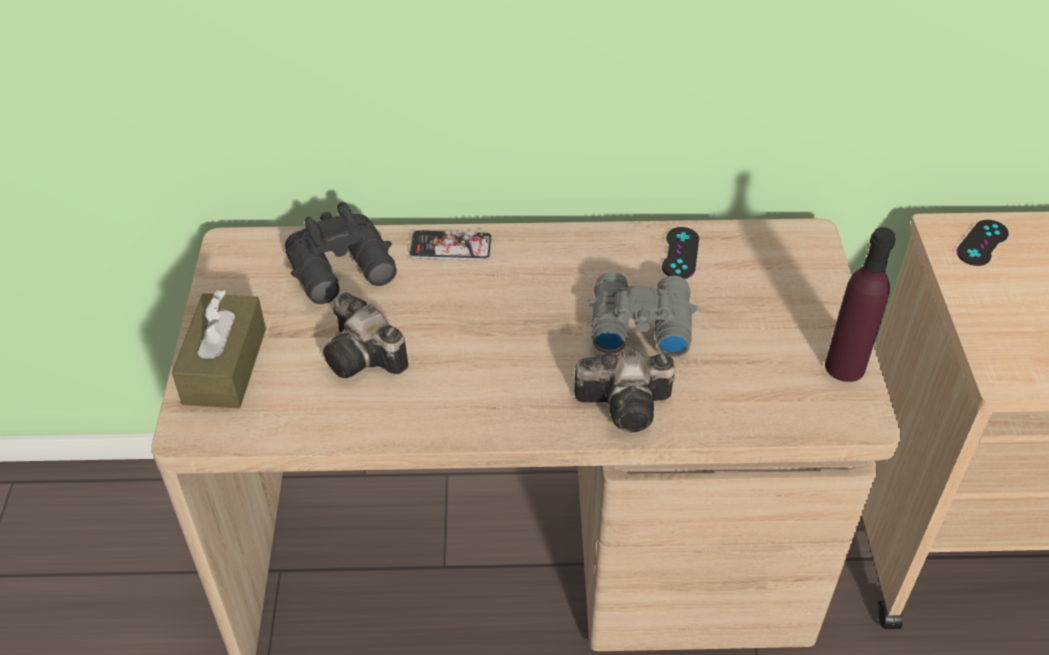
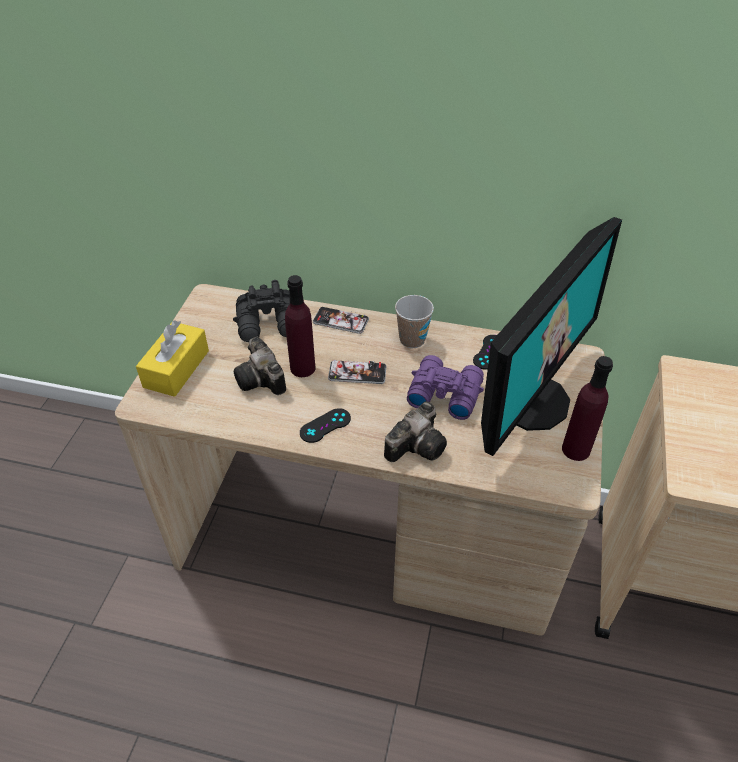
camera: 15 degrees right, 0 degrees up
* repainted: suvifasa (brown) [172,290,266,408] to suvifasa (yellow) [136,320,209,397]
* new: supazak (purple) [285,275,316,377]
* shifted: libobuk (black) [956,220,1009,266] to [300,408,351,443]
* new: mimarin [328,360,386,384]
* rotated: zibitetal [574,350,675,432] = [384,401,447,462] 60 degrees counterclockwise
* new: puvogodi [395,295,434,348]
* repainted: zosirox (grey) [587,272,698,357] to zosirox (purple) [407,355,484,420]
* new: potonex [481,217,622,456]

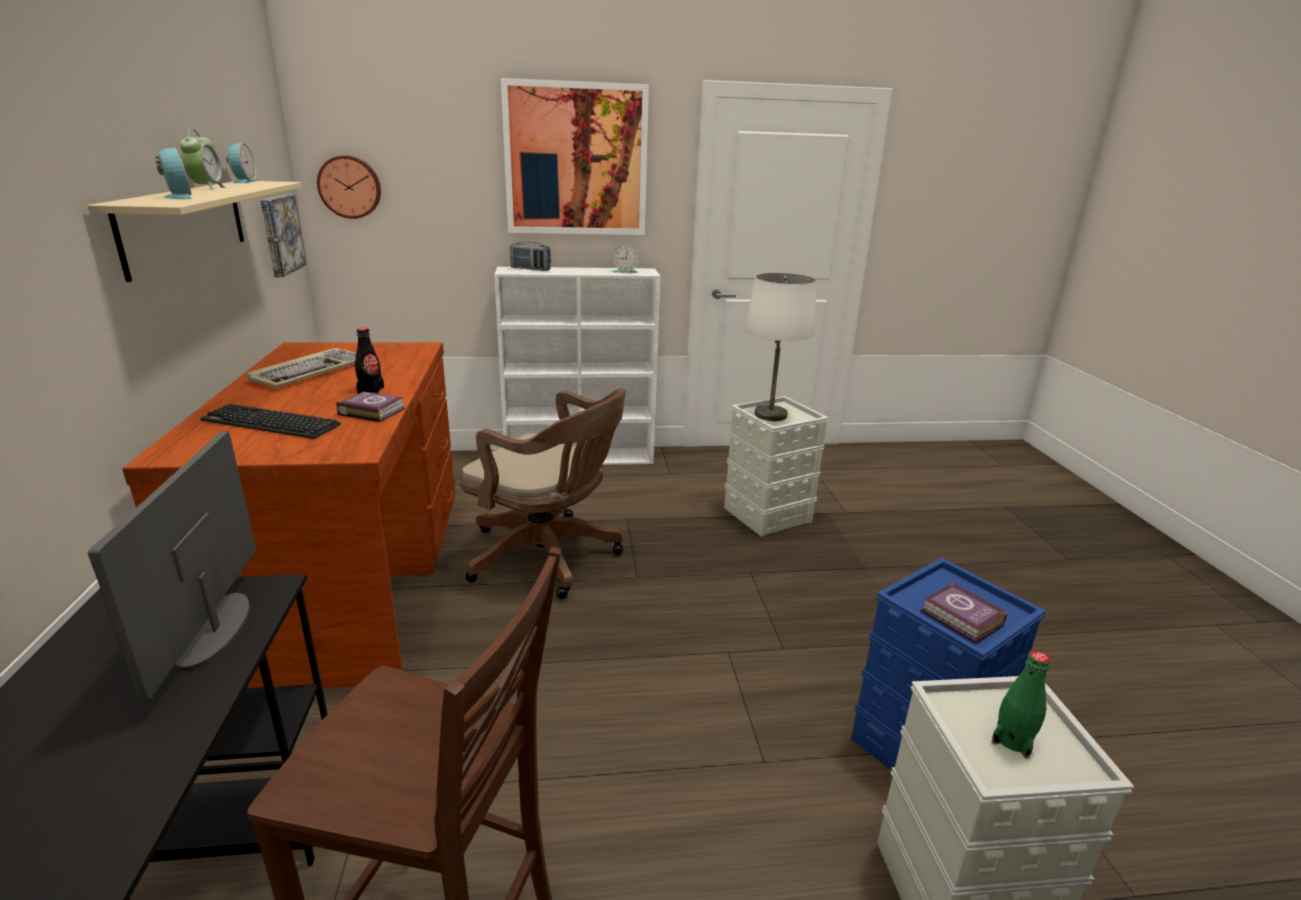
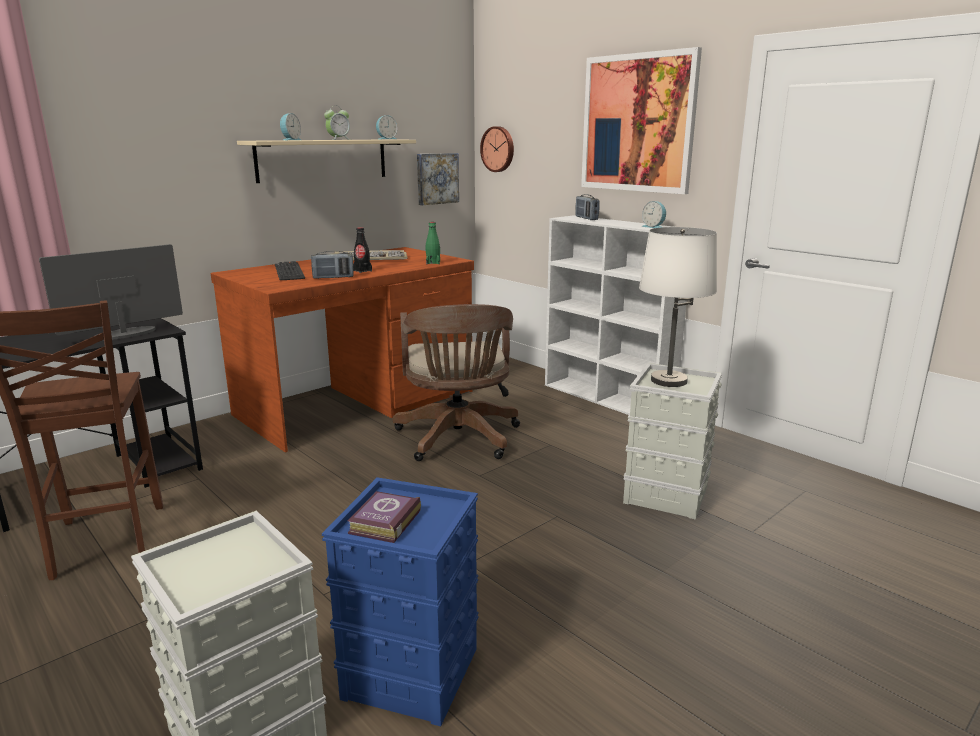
camera: 55 degrees right, 5 degrees down
* swapped: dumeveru [336,392,406,422] to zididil [311,251,354,279]
* shifted: supazak (green) [991,651,1050,759] to [426,222,440,264]

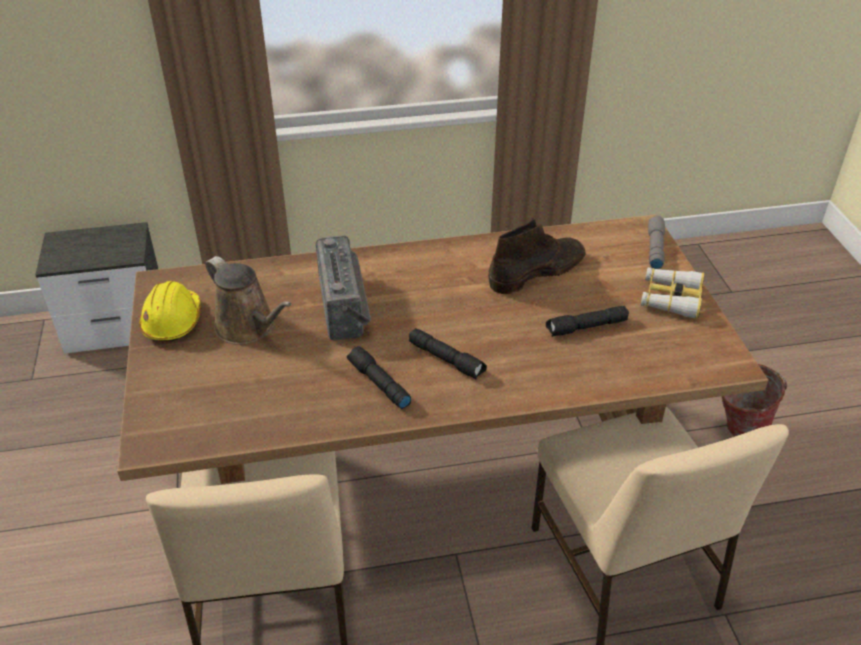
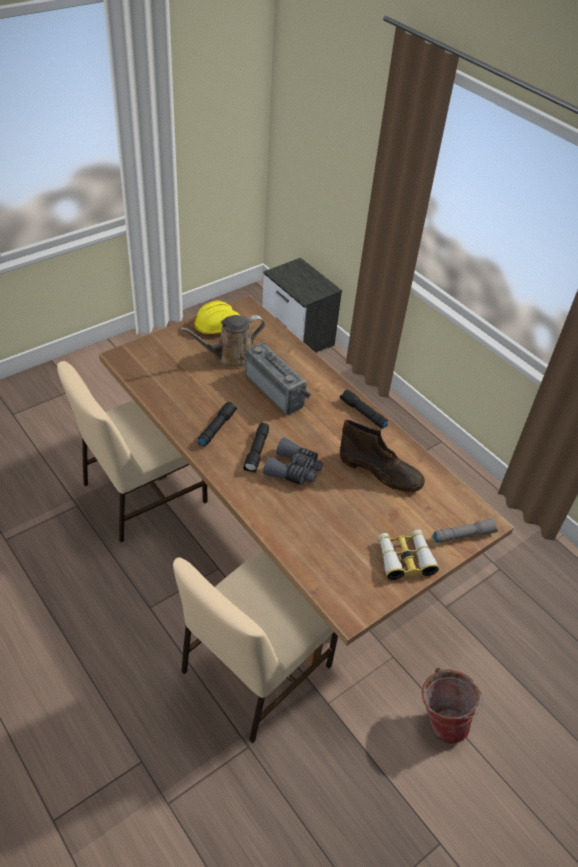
camera: 60 degrees right, 5 degrees up
* rotated: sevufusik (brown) [206,256,292,345] = [180,315,265,367] 45 degrees clockwise
* rotated: zididil [316,235,371,341] = [245,342,311,415] 90 degrees counterclockwise
* new: zosirox (grey) [263,437,323,485]
* shifted: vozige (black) [546,306,629,337] to [340,390,388,429]

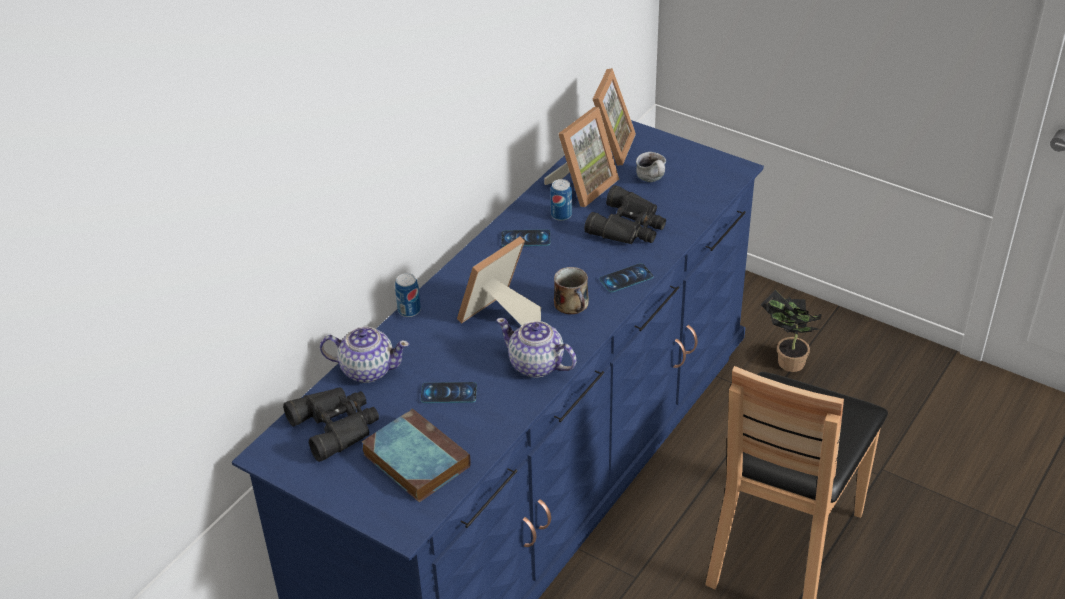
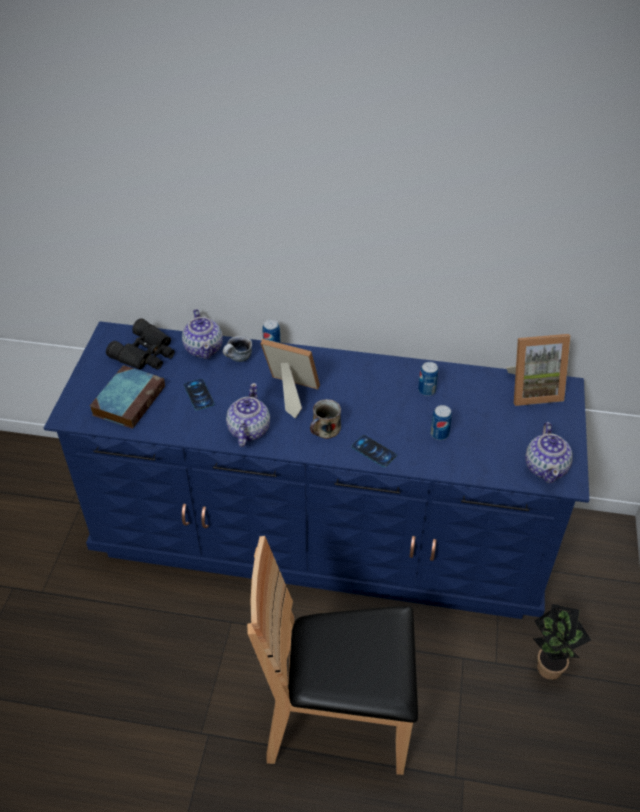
camera: 65 degrees right, 5 degrees up
* shifted: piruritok [636,152,666,182] to [223,336,252,362]
* swapped: zosirox (black) [584,185,666,244] to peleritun [430,405,452,440]
* new: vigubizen [525,422,573,483]
* gone: mimarin [501,229,550,246]
* gone: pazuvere [544,107,619,207]

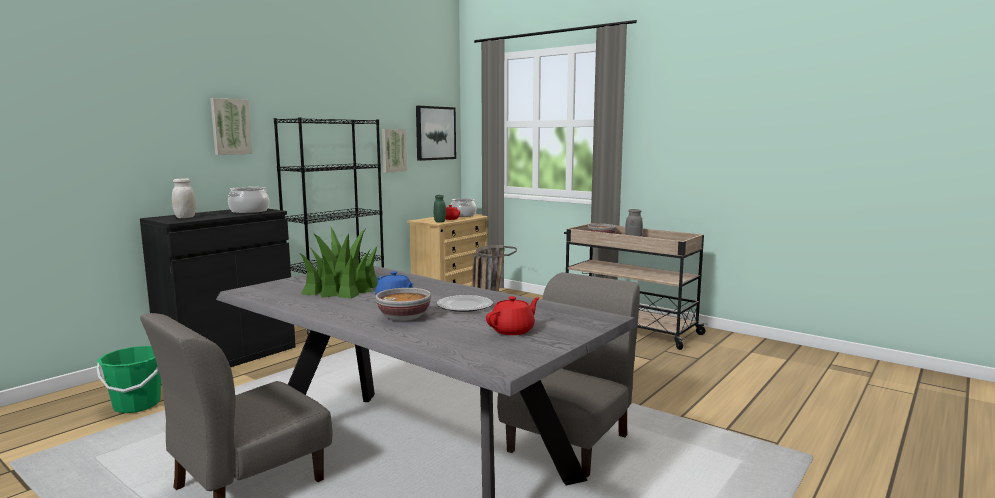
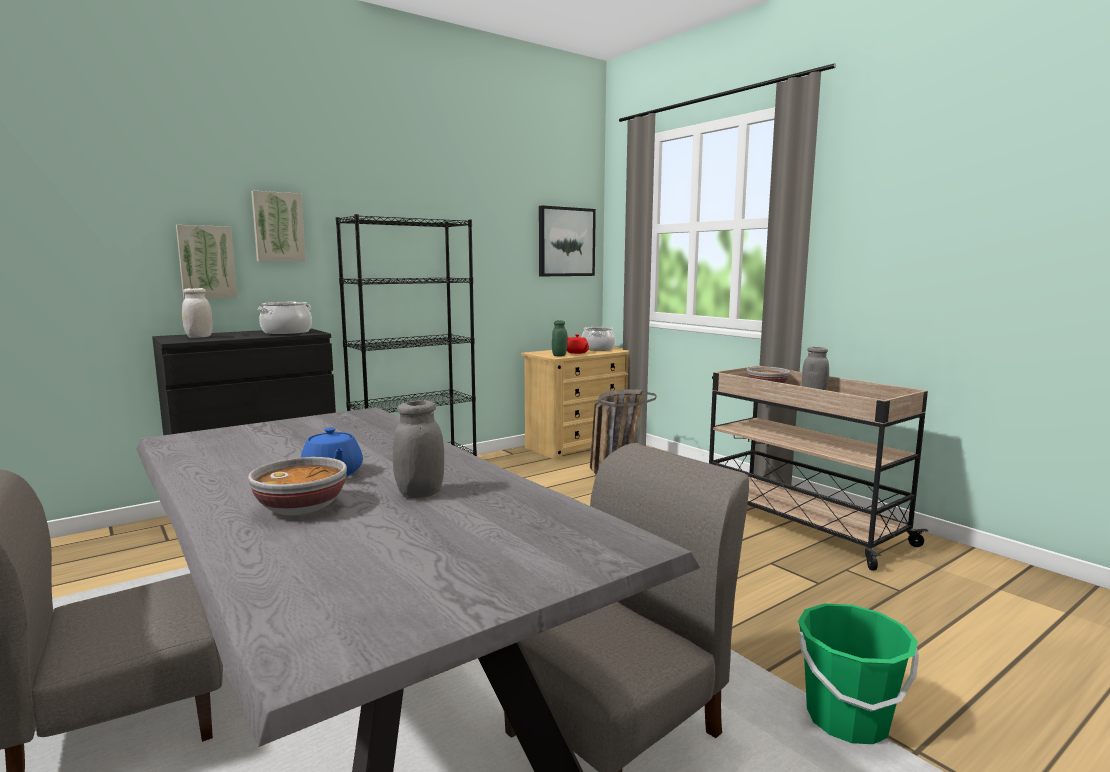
camera: 15 degrees right, 0 degrees up
* shifted: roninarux [382,129,407,173] to [176,225,237,299]
* swapped: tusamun [437,295,493,312] to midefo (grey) [393,400,444,498]
* shifted: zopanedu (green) [96,346,161,413] to [798,604,919,744]
* gone: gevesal [300,226,378,299]
* gone: vigubizen (red) [486,296,540,335]

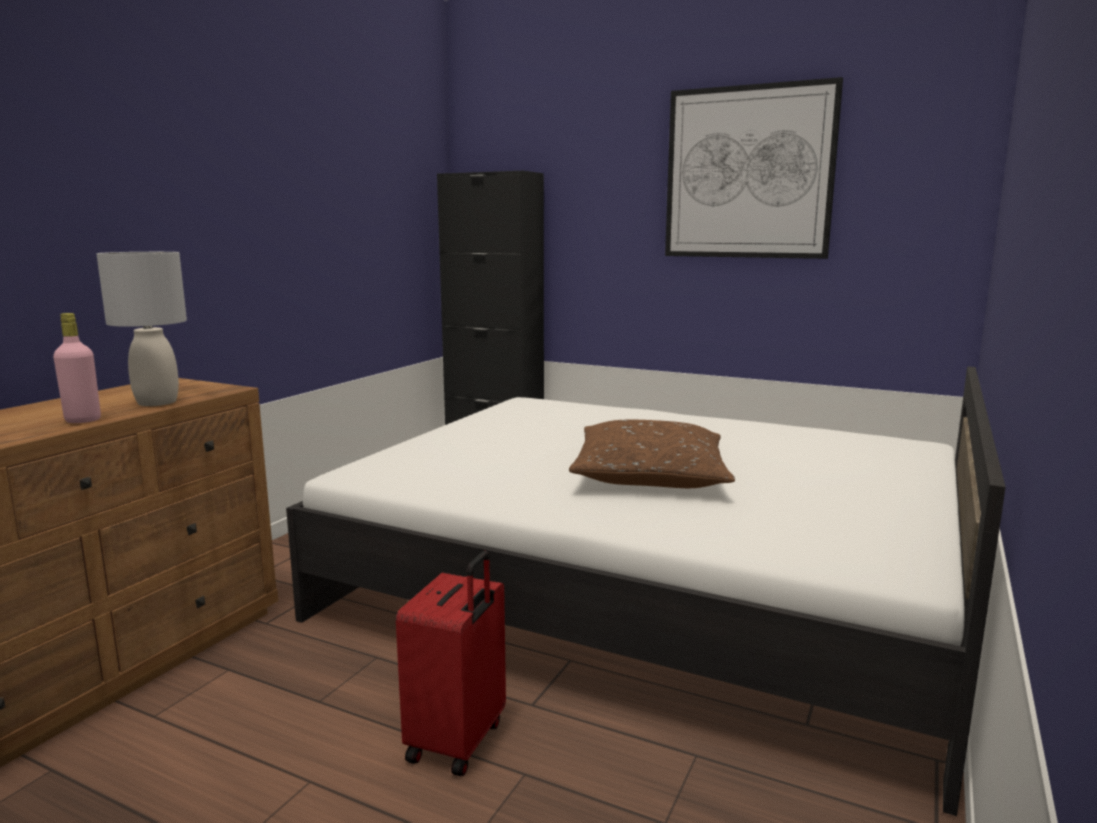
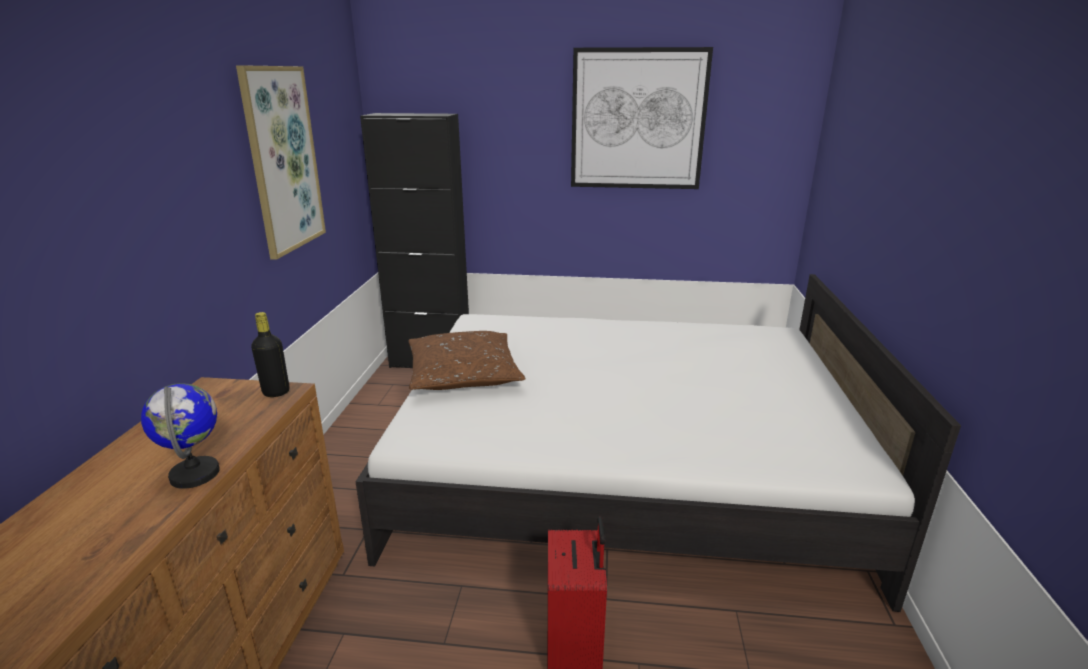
camera: 20 degrees left, 10 degrees up
* swapped: supazak (pink) [53,313,101,423] to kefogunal [141,383,220,489]
* new: roninarux [236,65,326,260]
* new: supazak (black) [251,312,289,397]
* shifted: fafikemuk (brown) [569,420,735,488] to [409,331,526,390]
* gone: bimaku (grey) [96,252,187,406]

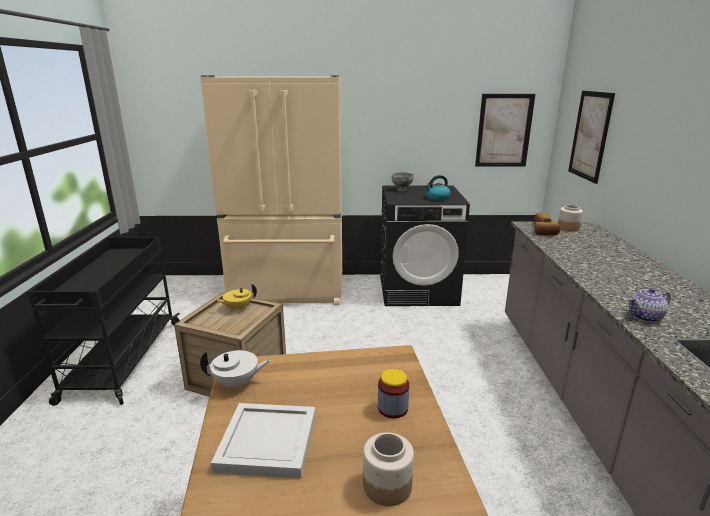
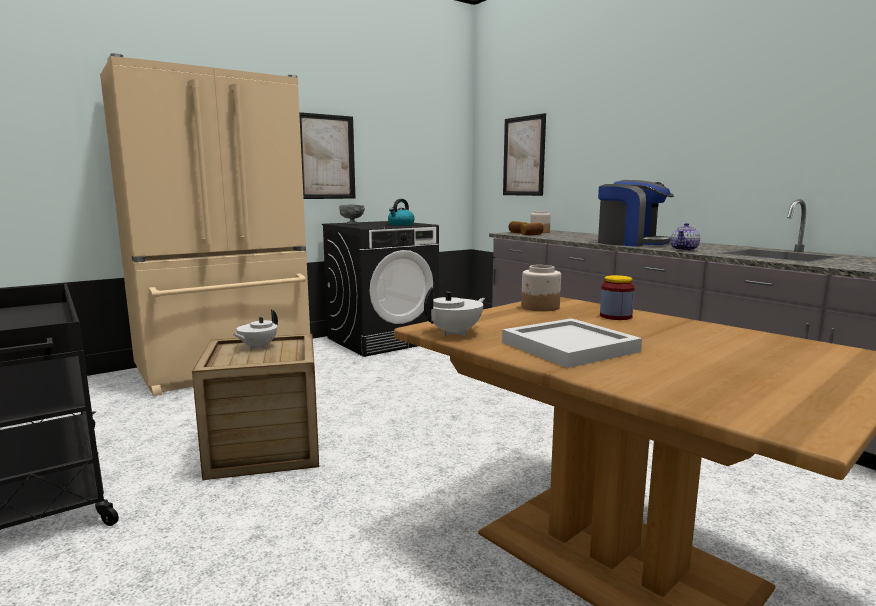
camera: 35 degrees left, 10 degrees down
* repainted: vigubizen (yellow) [215,283,257,311] to vigubizen (white) [232,310,278,350]
* shifted: roninarux [475,94,535,167] to [299,112,355,199]
* shifted: midefo [363,432,414,506] to [521,265,561,311]
* new: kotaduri [598,180,674,247]

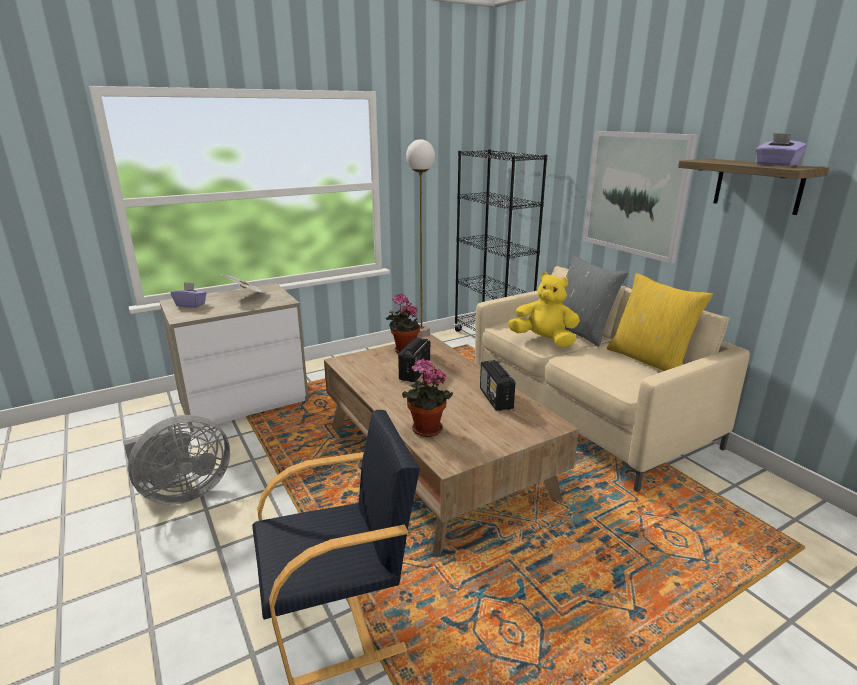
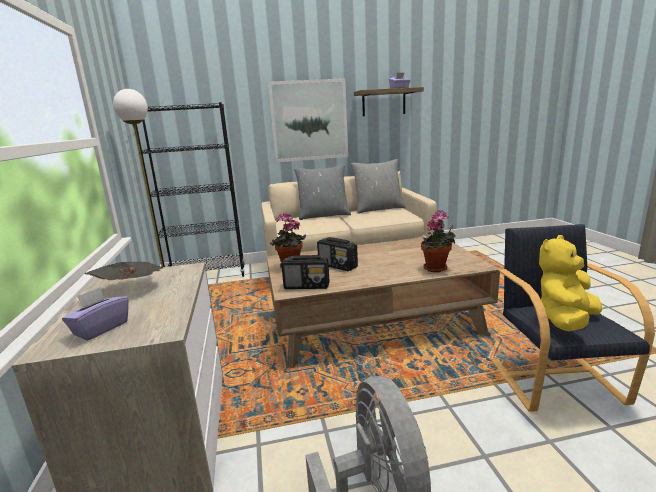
camera: 70 degrees left, 5 degrees down
* shifted: zididil [480,360,515,411] to [281,255,329,289]
* repainted: fafikemuk (yellow) [607,273,713,371] to fafikemuk (grey) [351,159,406,214]
* shifted: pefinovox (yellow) [508,272,580,347] to [539,235,602,332]

